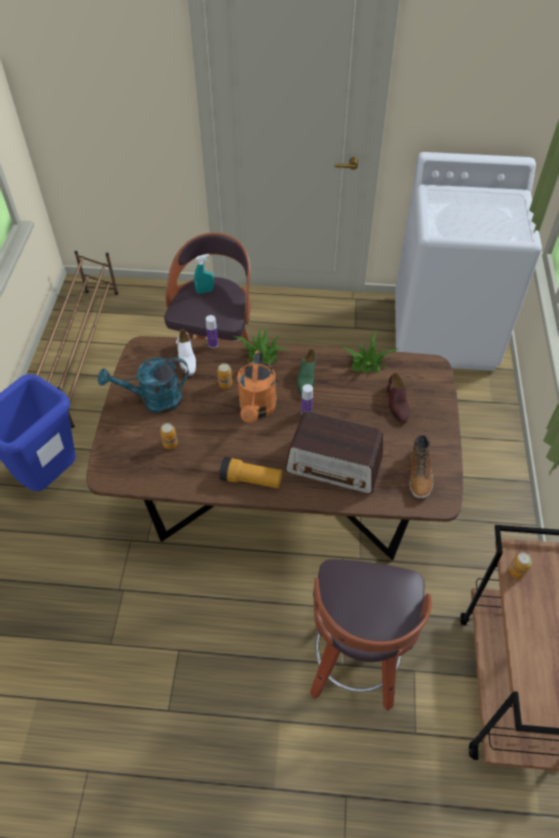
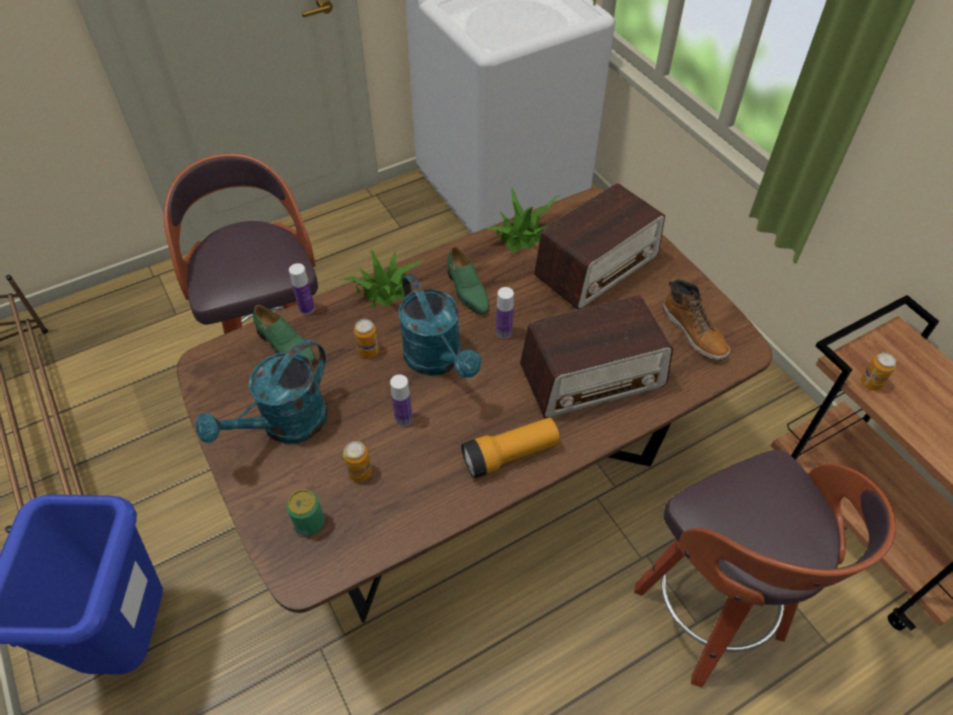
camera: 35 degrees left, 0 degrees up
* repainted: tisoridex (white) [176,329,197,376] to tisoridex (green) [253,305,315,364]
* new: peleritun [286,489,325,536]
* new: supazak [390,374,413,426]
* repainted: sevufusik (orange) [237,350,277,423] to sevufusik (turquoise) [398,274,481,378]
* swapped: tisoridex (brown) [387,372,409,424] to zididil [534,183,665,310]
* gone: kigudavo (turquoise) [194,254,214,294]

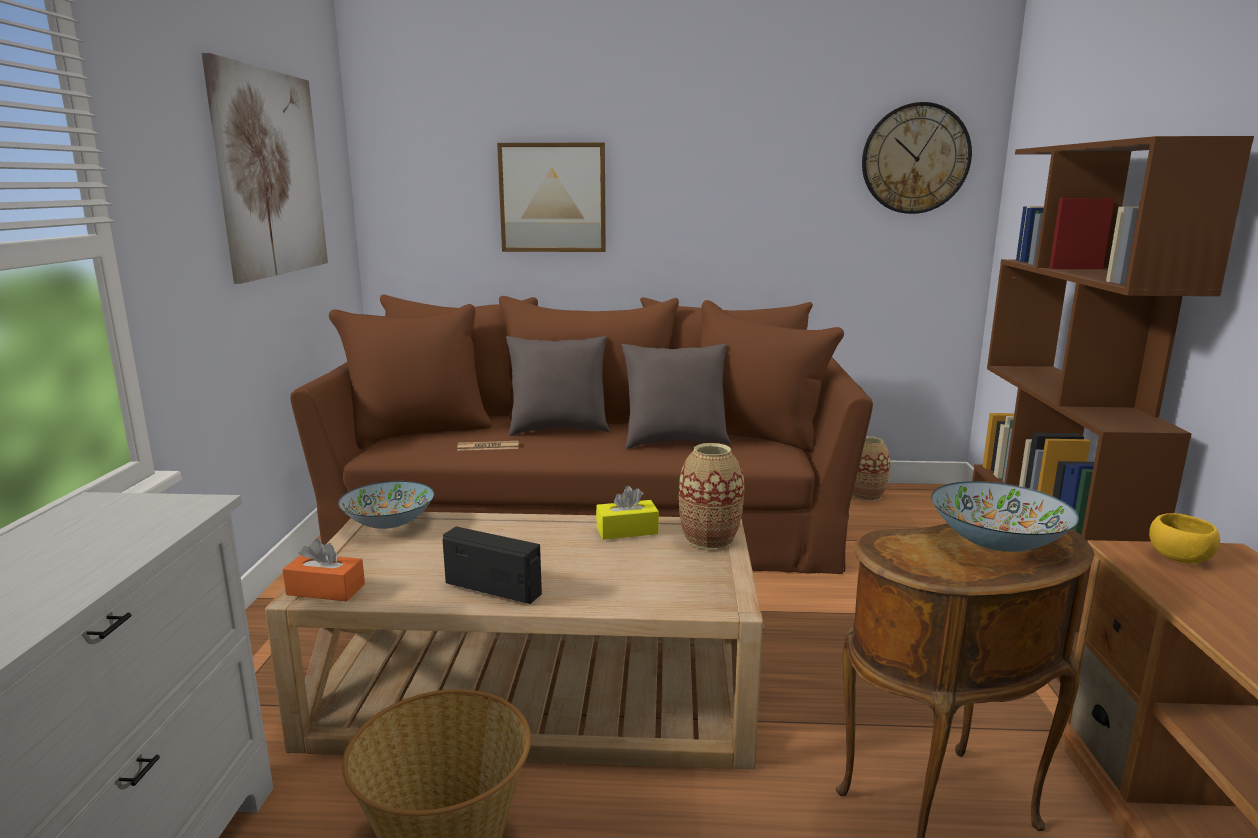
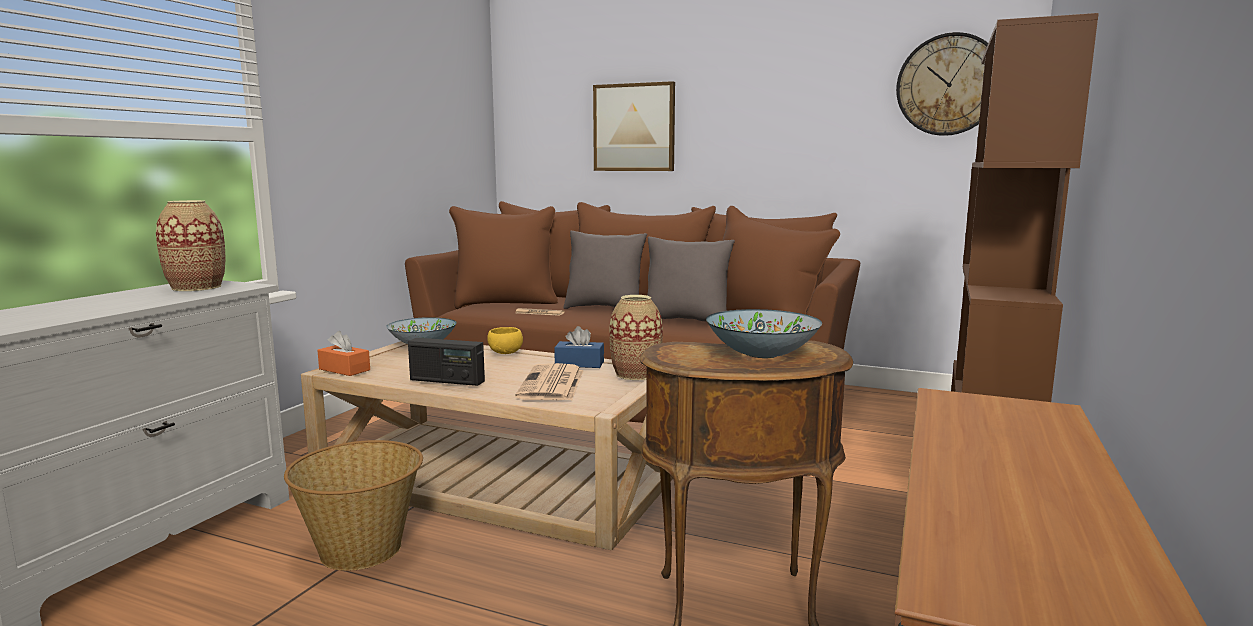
camera: 20 degrees right, 5 degrees down
* shifted: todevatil [852,436,890,501] to [156,200,226,291]
* rotated: zididil [443,527,542,604] = [408,338,485,386] 150 degrees clockwise
* shifted: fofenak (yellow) [1149,513,1220,563] to [487,327,523,354]
* new: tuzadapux [515,363,584,400]
* repainted: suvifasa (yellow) [596,486,659,540] to suvifasa (blue) [554,326,604,368]
* gone: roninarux [202,53,328,284]

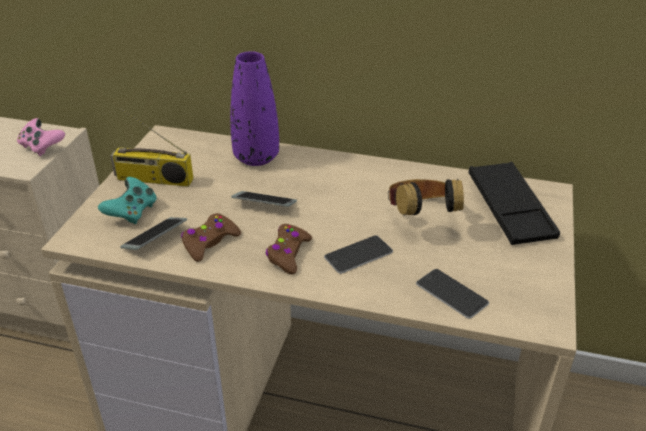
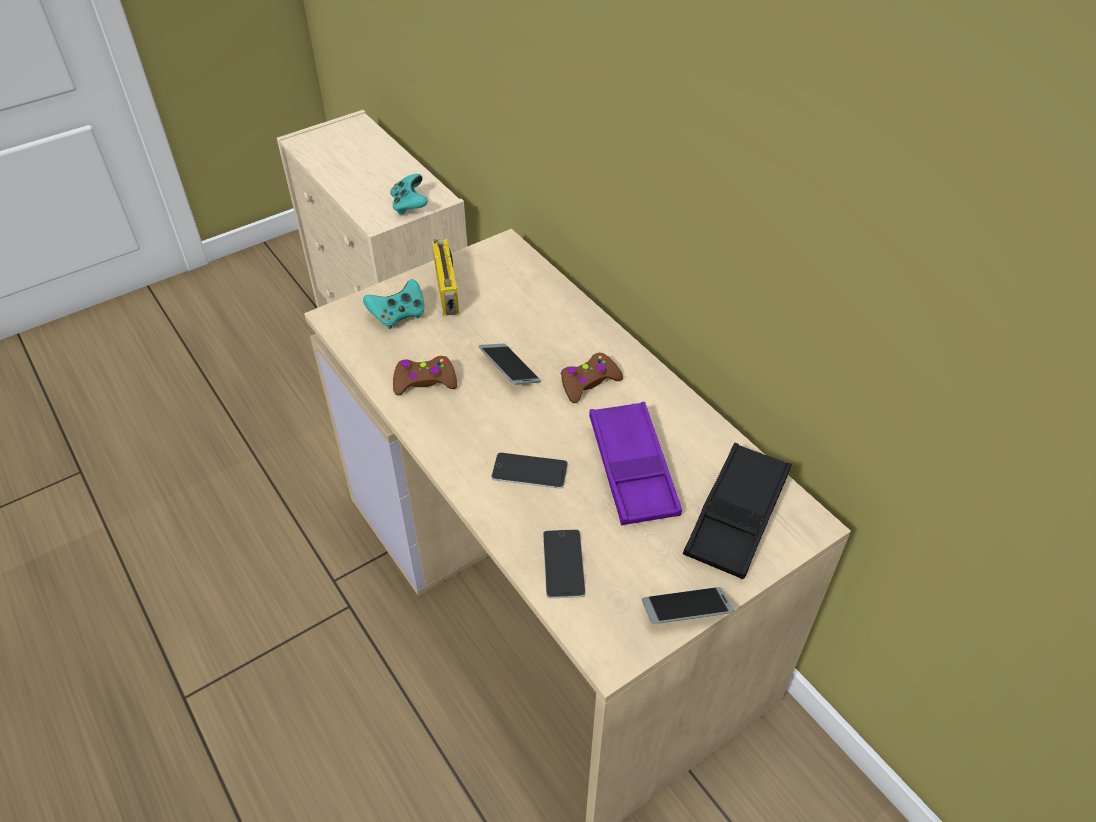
camera: 40 degrees right, 10 degrees up
* repainted: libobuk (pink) [17,118,65,156] to libobuk (turquoise) [390,174,428,215]
* rotated: zididil [110,108,193,187] = [432,239,459,315] 150 degrees counterclockwise
* shifted: libobuk (brown) [266,224,312,275] to [561,353,623,403]
* swapped: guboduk [388,179,464,216] to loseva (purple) [589,402,682,525]
* shifted: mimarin [120,217,187,250] to [642,587,734,624]
* gone: todevatil (purple) [230,51,279,166]

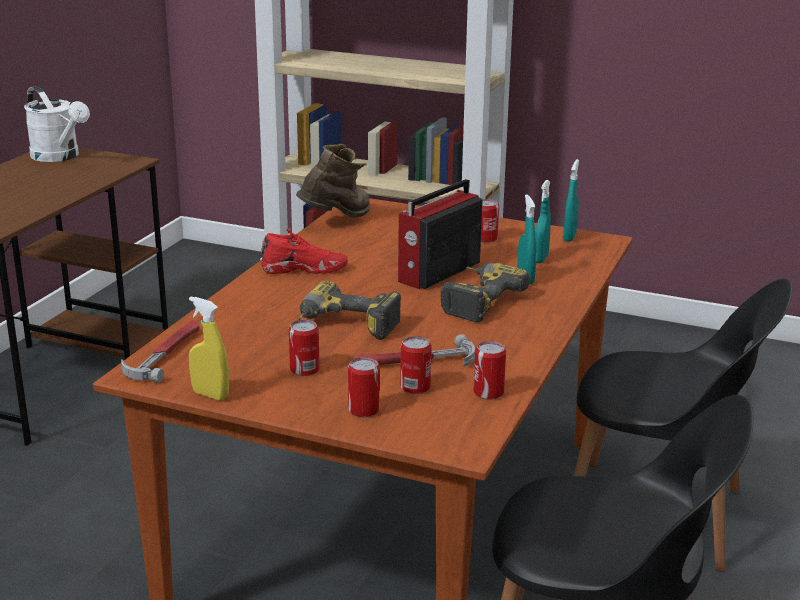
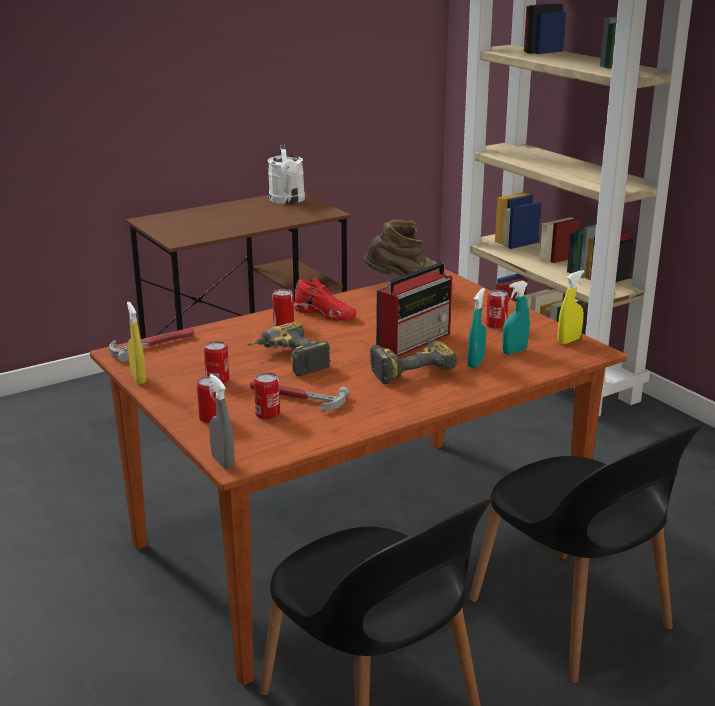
camera: 35 degrees right, 0 degrees up
* new: kigudavo (grey) [209,374,235,469]
* shifted: peleritun [474,341,506,400] to [272,289,294,326]
* rotated: zididil [398,179,483,289] = [376,262,452,356] 150 degrees clockwise
* repainted: kigudavo (turquoise) [563,159,579,242] to kigudavo (yellow) [557,270,585,344]

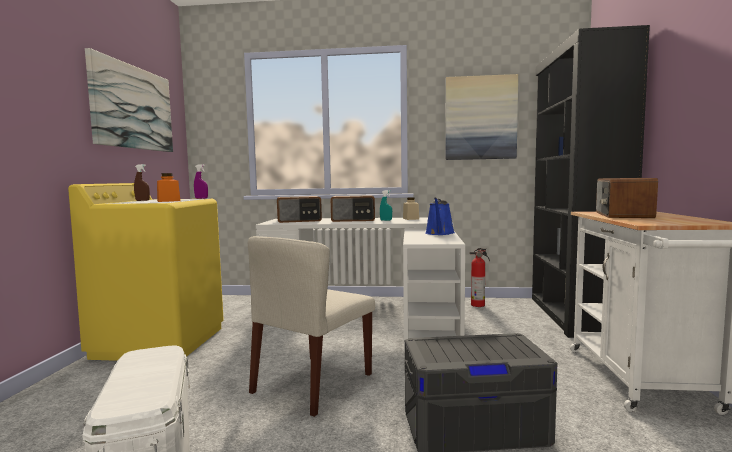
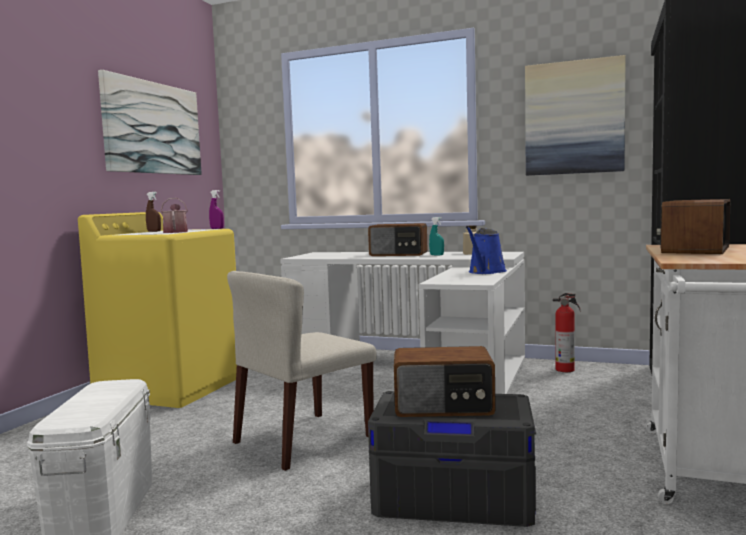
camera: 15 degrees right, 0 degrees up
* swapped: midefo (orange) [157,173,181,202] to sevufusik [160,198,188,233]
* shifted: zididil [277,196,322,223] to [394,346,496,417]

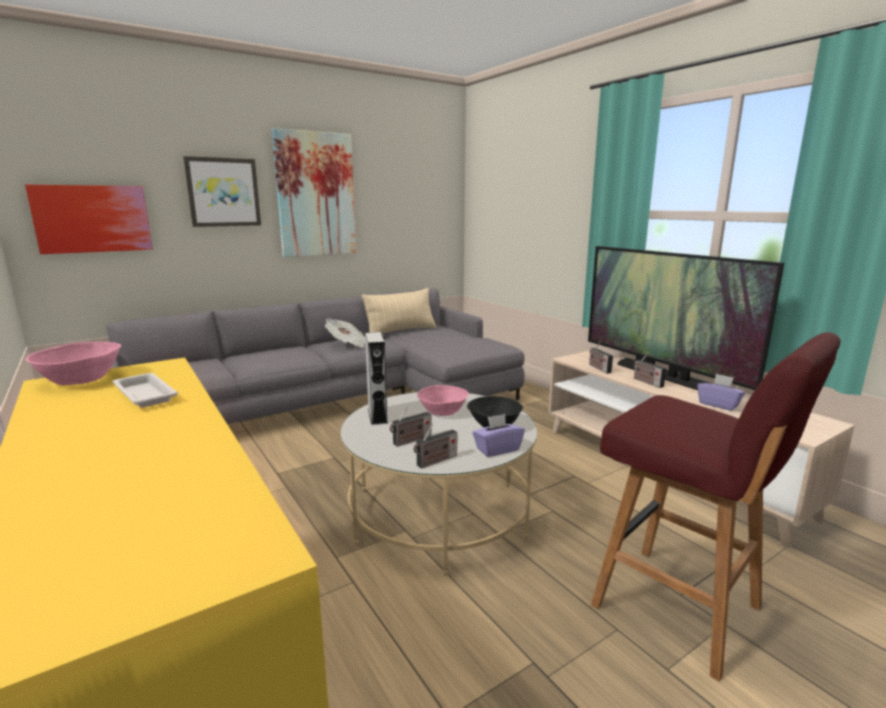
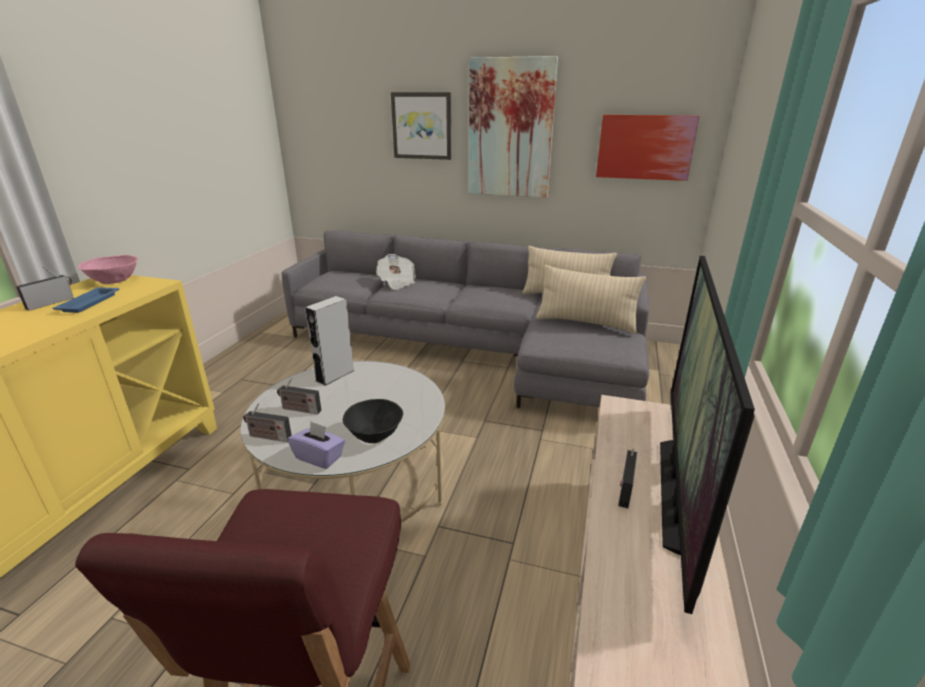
camera: 50 degrees right, 10 degrees up
* shifted: zididil [589,341,613,374] to [16,267,74,311]
* repainted: loseva (white) [112,373,178,408] to loseva (blue) [52,287,120,313]
* shifted: tuzadapux [325,318,365,347] to [376,254,416,290]
* new: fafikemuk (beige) [536,265,646,334]
* shifted: roninarux [25,185,153,254] to [596,114,700,181]
* gone: fofenak (pink) [417,385,469,416]
* gone: suvifasa (purple) [697,374,745,411]

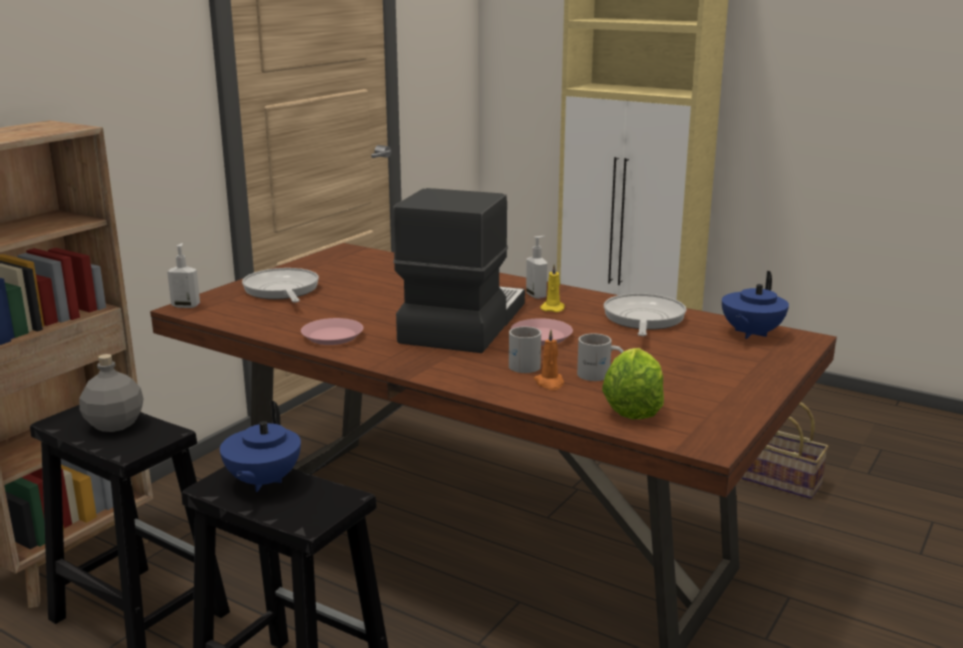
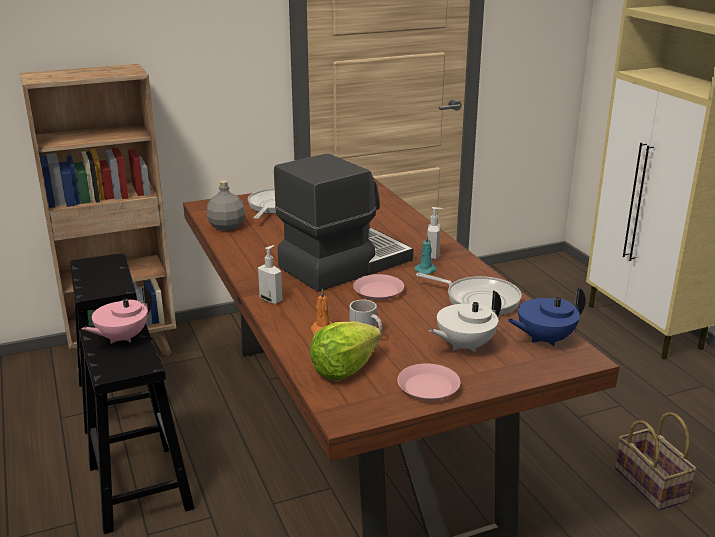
camera: 35 degrees right, 5 degrees up
* repainted: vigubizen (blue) [220,401,301,492] to vigubizen (pink) [82,286,152,344]
* shifted: supazak (grey) [79,354,143,432] to [207,180,245,231]
* shifted: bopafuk [167,243,200,308] to [258,245,282,304]
* shifted: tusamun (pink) [301,318,363,345] to [397,363,461,401]
* repainted: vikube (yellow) [540,264,565,312] to vikube (turquoise) [415,234,437,274]
* rotated: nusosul [604,293,686,336] = [416,273,522,316] 75 degrees clockwise
* new: vigubizen (white) [429,290,501,352]
* gone: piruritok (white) [509,326,541,373]

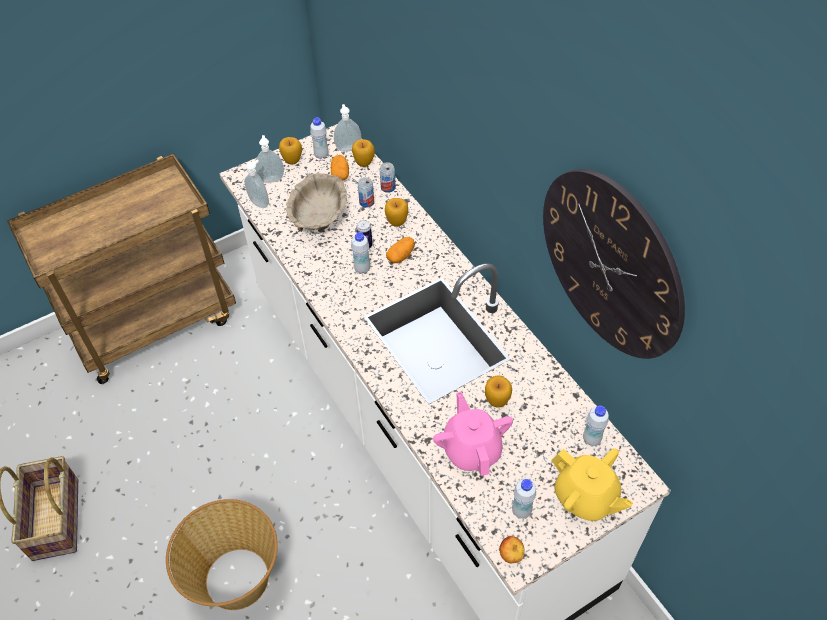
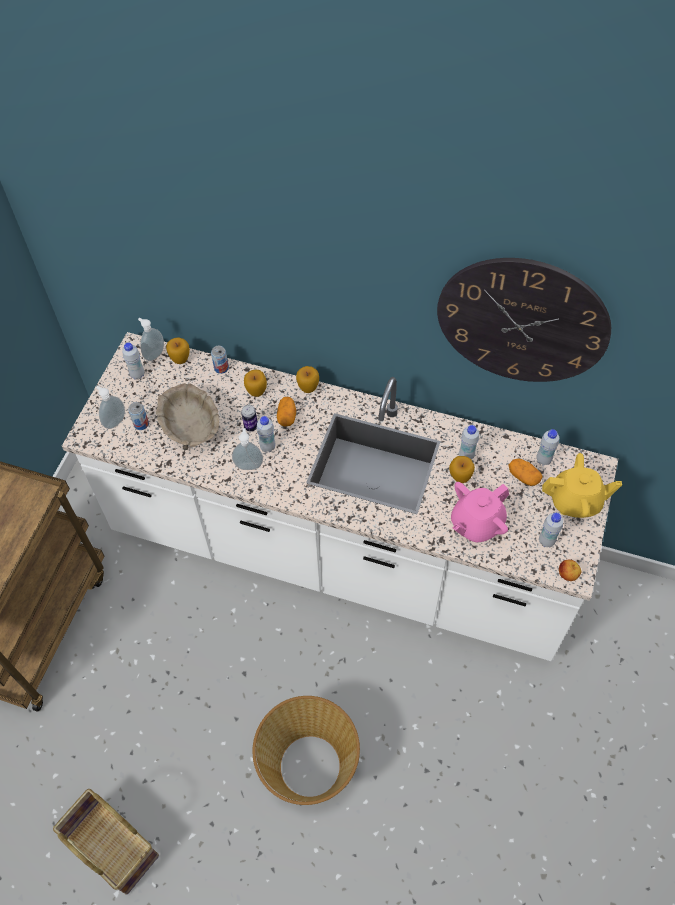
camera: 40 degrees left, 5 degrees up
* shifted: peleritun [358,177,374,208] to [128,402,149,430]
* shifted: bopafuk [245,160,269,208] to [232,428,263,470]
* shifted: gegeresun [279,137,302,165] to [296,366,319,393]
* rotated: vigubizen (pink) [433,391,513,476] = [451,482,509,543] 75 degrees counterclockwise
* new: supazak (white) [459,425,479,459]
* shifted: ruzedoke [331,155,349,180] to [509,458,543,486]

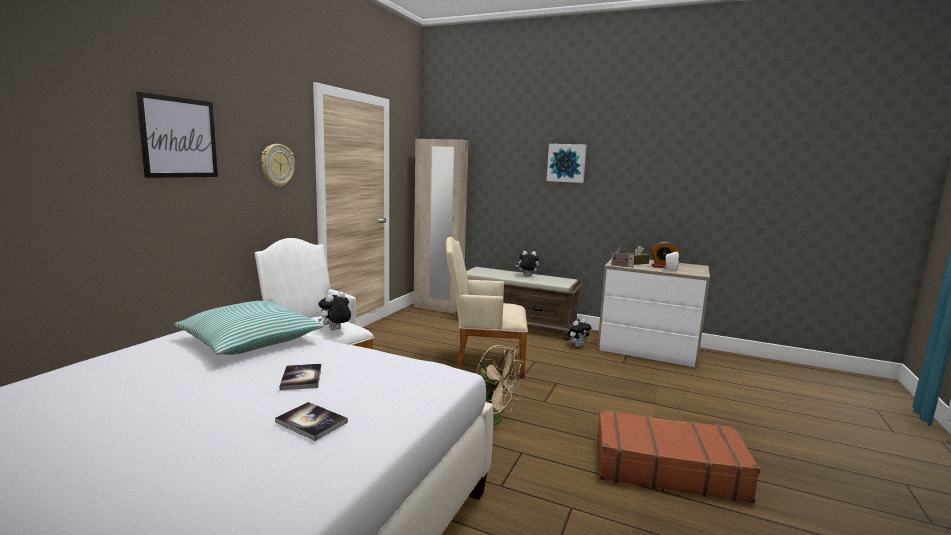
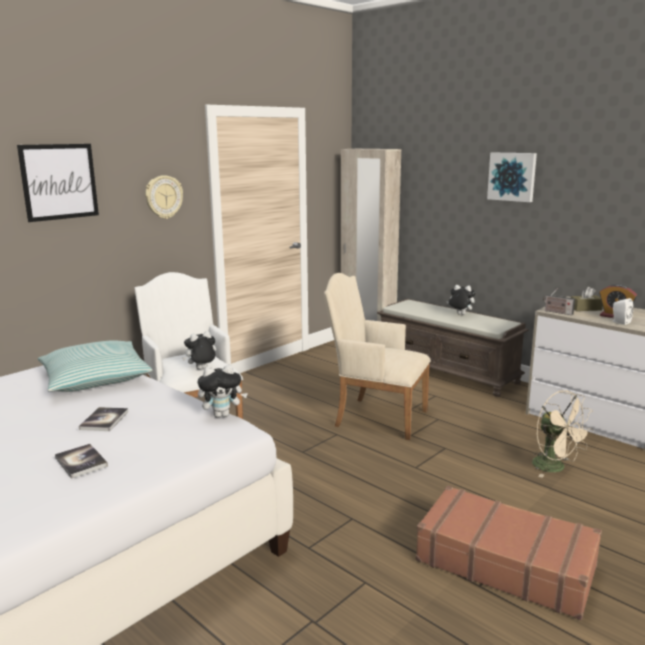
camera: 20 degrees right, 5 degrees up
* shifted: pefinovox [568,319,591,347] to [198,365,248,418]
* shifted: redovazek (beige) [476,345,525,426] to [532,390,594,478]

